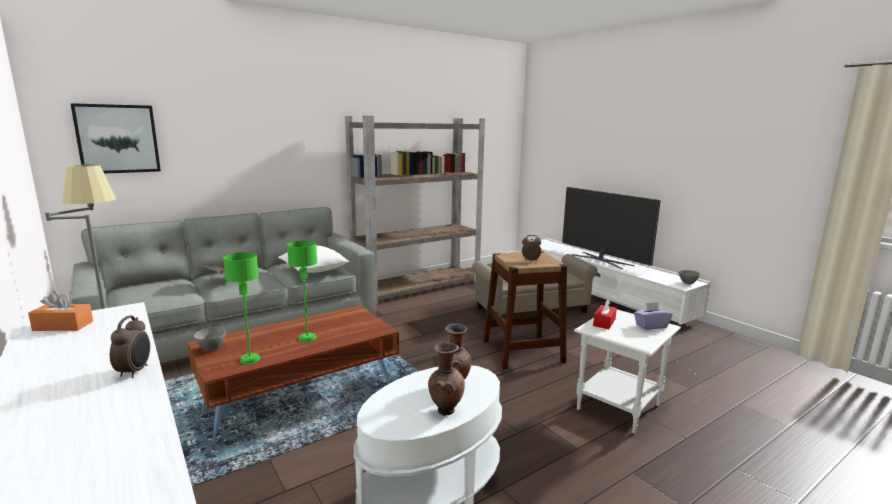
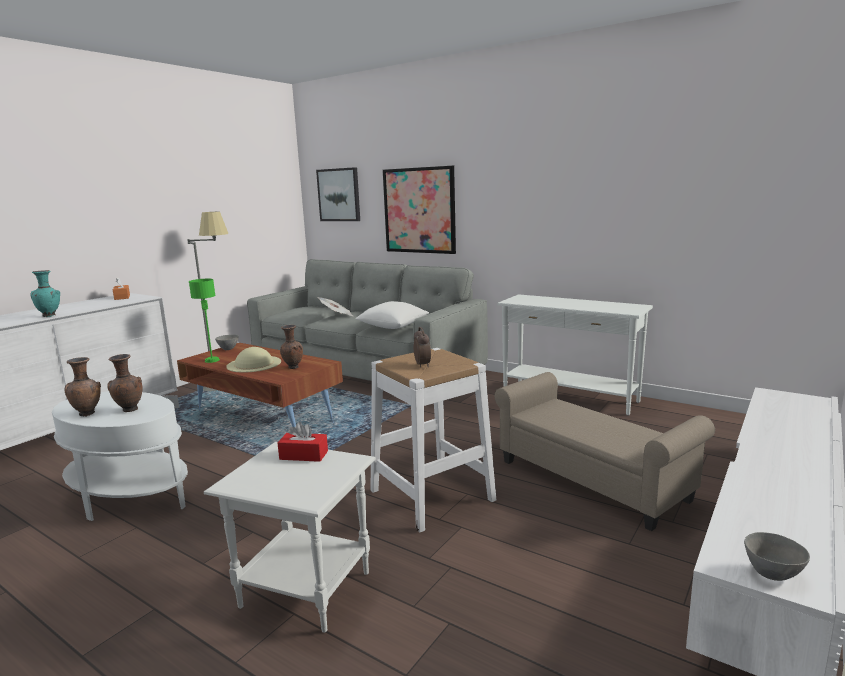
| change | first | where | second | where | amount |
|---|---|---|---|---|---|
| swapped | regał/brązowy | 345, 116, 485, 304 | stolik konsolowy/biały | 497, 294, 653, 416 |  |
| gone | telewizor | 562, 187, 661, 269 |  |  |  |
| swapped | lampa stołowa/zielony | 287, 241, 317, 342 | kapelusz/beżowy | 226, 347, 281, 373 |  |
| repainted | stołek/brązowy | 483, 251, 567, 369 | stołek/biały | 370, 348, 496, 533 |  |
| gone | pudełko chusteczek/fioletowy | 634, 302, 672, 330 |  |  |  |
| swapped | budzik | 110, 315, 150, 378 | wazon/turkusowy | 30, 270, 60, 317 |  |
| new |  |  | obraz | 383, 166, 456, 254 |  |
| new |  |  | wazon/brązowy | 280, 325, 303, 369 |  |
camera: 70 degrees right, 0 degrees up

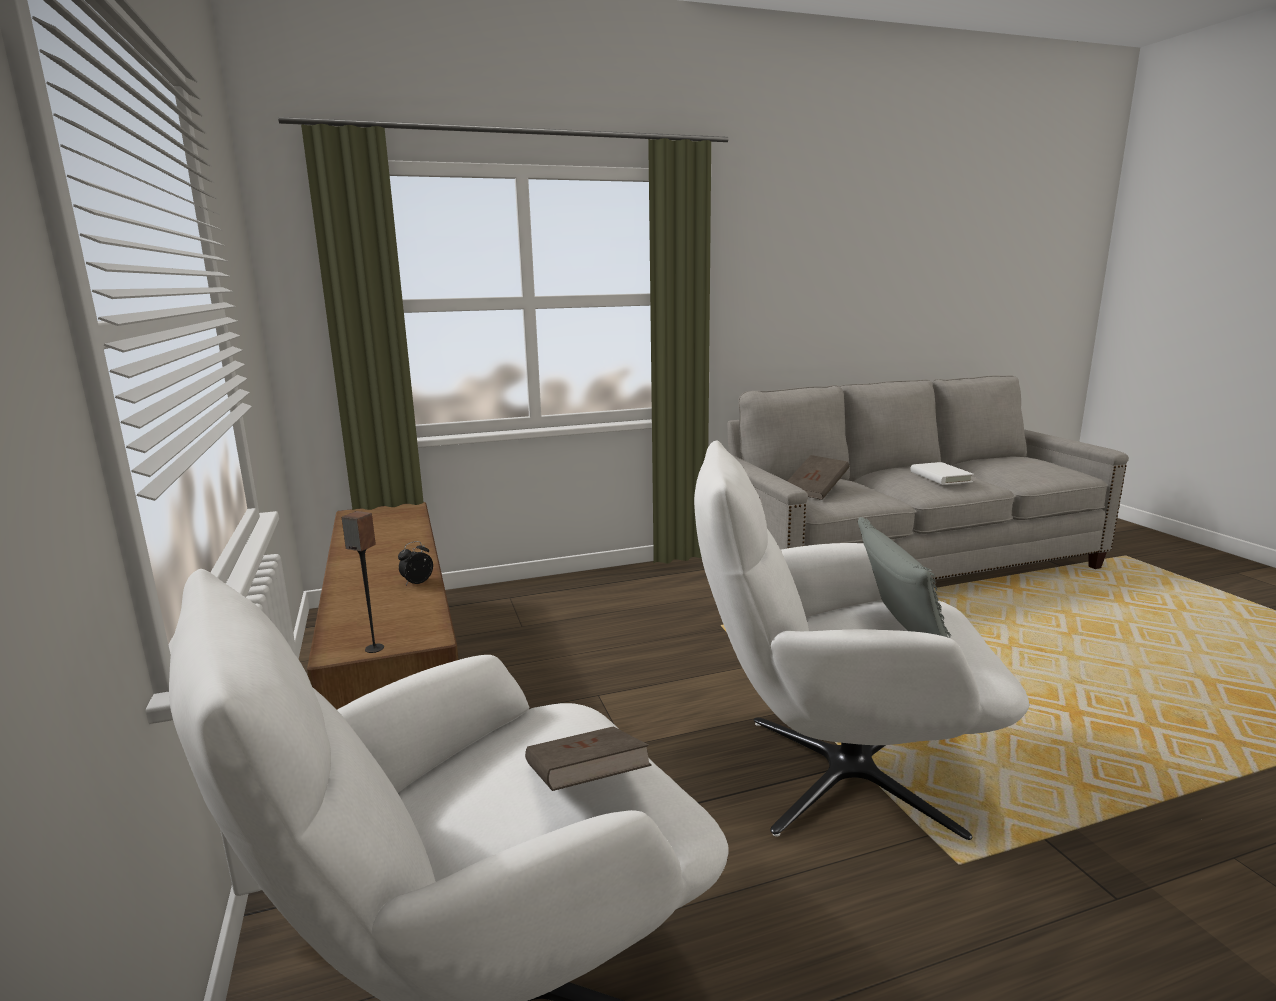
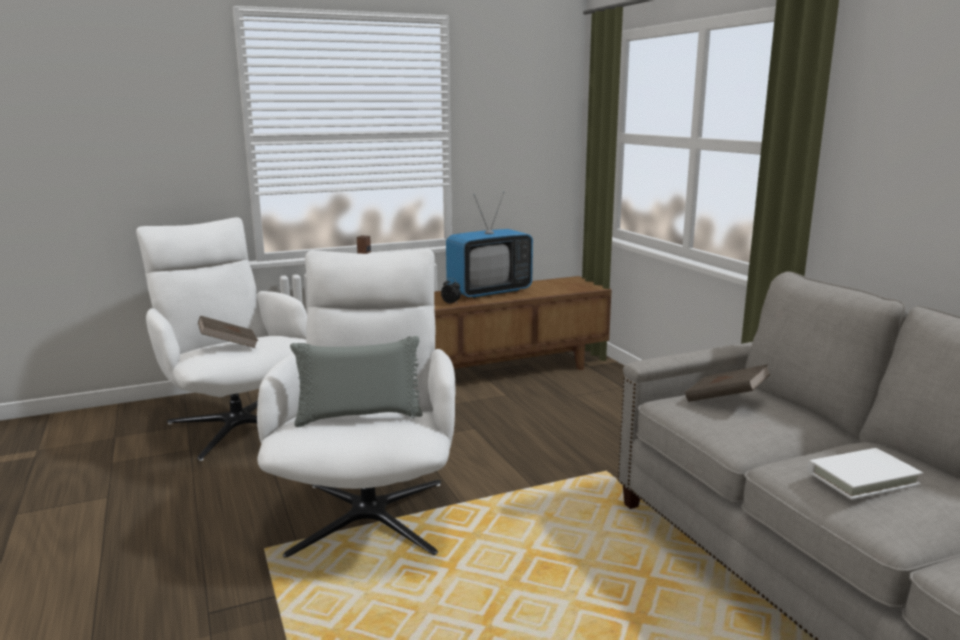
| change | first | where | second | where | amount |
|---|---|---|---|---|---|
| new |  |  | telewizor | 446, 192, 533, 298 |  |
camera: 85 degrees right, 0 degrees up

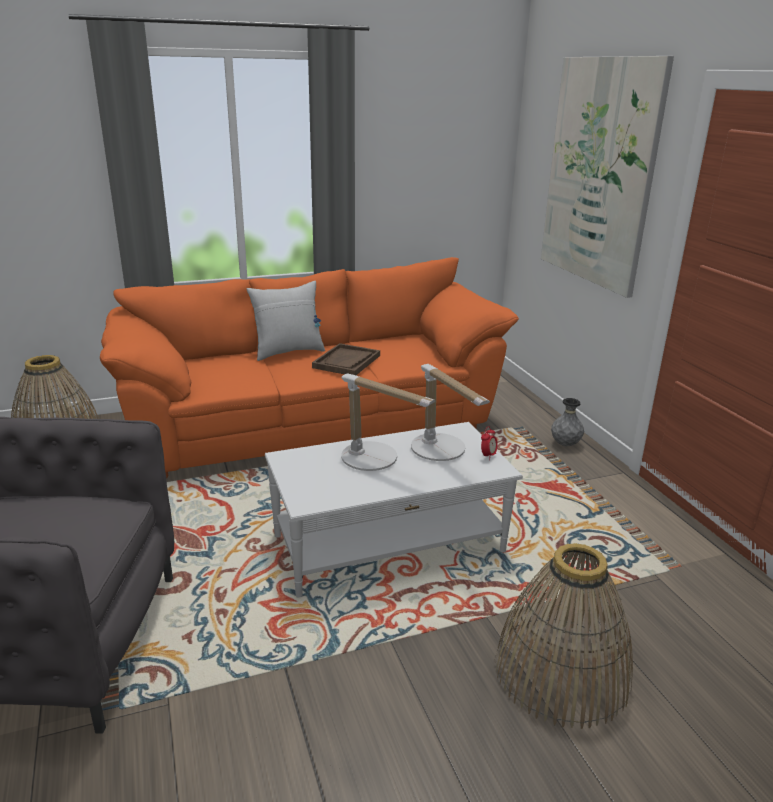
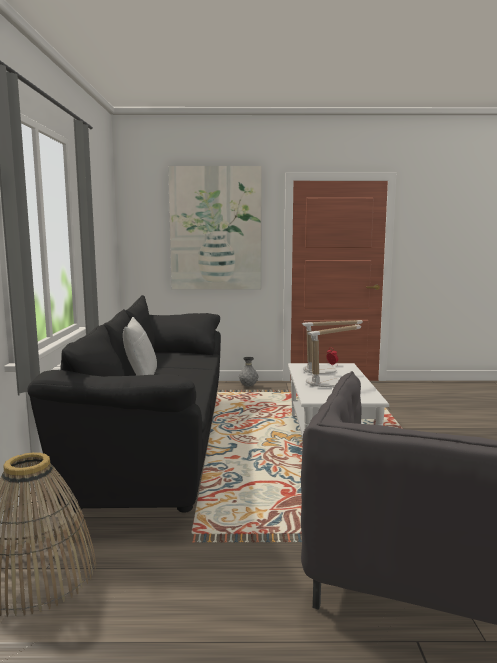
| change | first | where | second | where | amount |
|---|---|---|---|---|---|
| repainted | kanapa/pomarańczowy | 100, 257, 519, 479 | kanapa/czarny | 28, 295, 221, 513 |  |
| gone | taca/brązowy | 312, 343, 380, 375 |  |  |  |
| gone | koszyk | 496, 543, 633, 729 |  |  |  |
camera: 70 degrees left, 15 degrees down

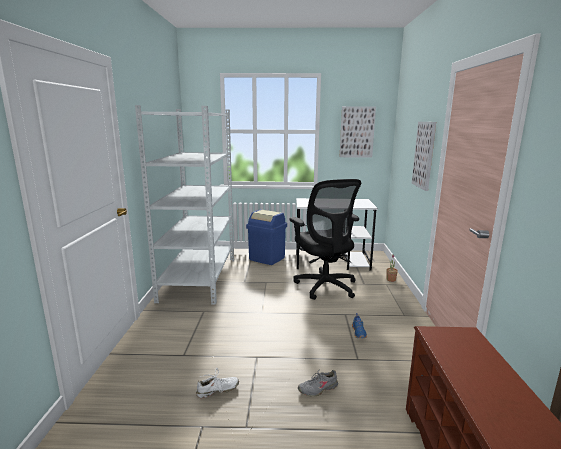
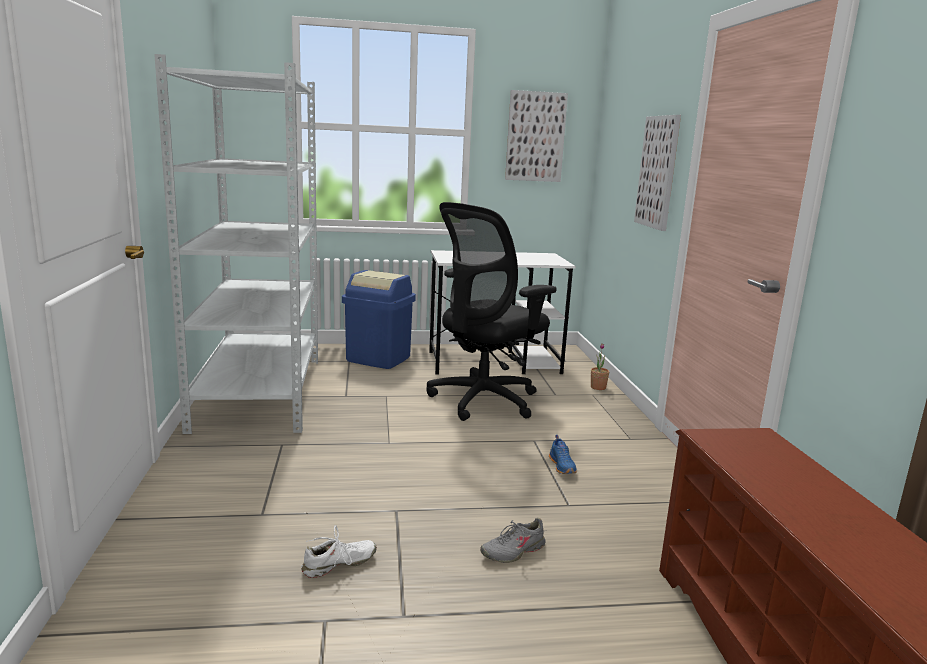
| change | first | where | second | where | amount |
|---|---|---|---|---|---|
| rotated | krzesło biurowe/czarny | 289, 179, 361, 300 |  | 427, 202, 557, 421 | 75 degrees clockwise |
camera: 10 degrees left, 0 degrees up

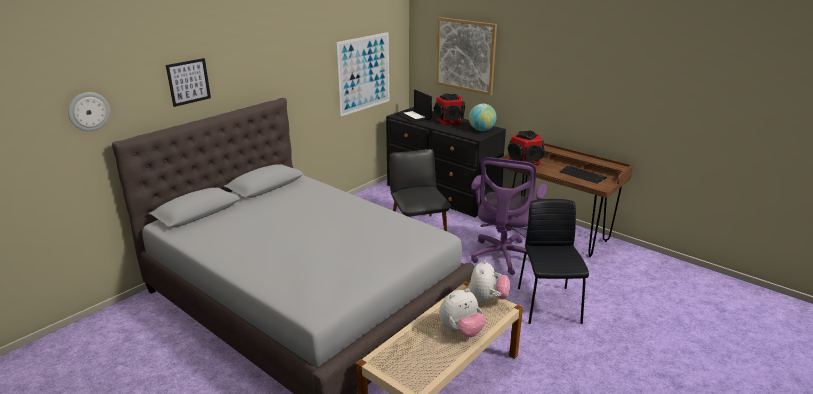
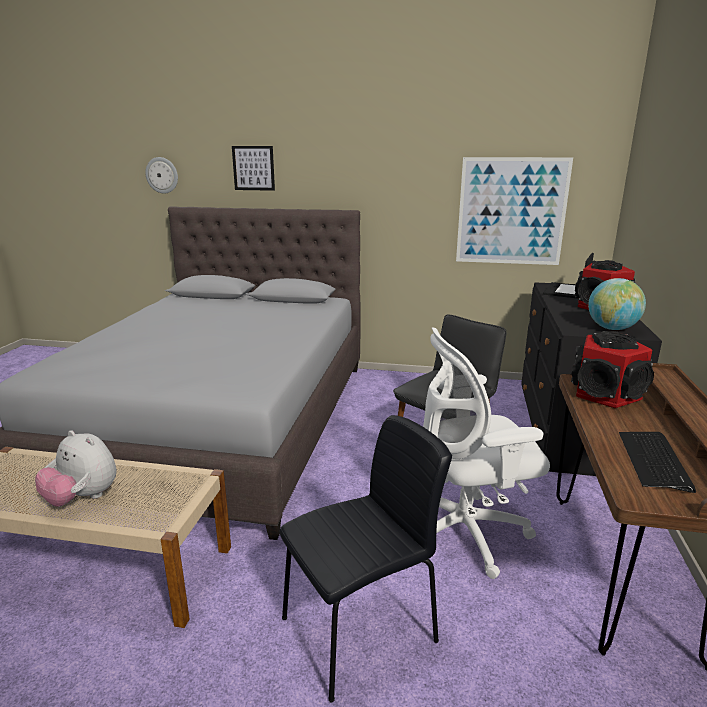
| change | first | where | second | where | amount |
|---|---|---|---|---|---|
| gone | obraz | 436, 17, 497, 95 |  |  |  |
| repainted | krzesło biurowe/fioletowy | 471, 157, 547, 275 | krzesło biurowe/biały | 423, 327, 550, 579 |  |
| gone | pluszak | 469, 260, 510, 304 |  |  |  |
camera: 60 degrees right, 5 degrees down

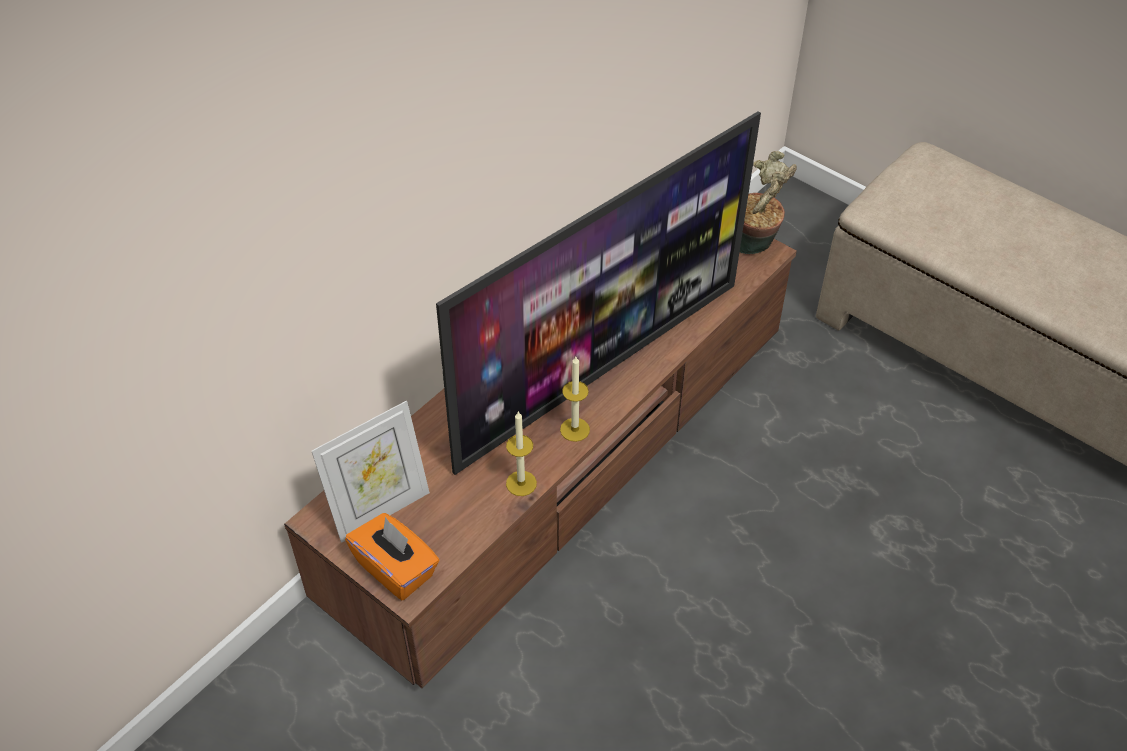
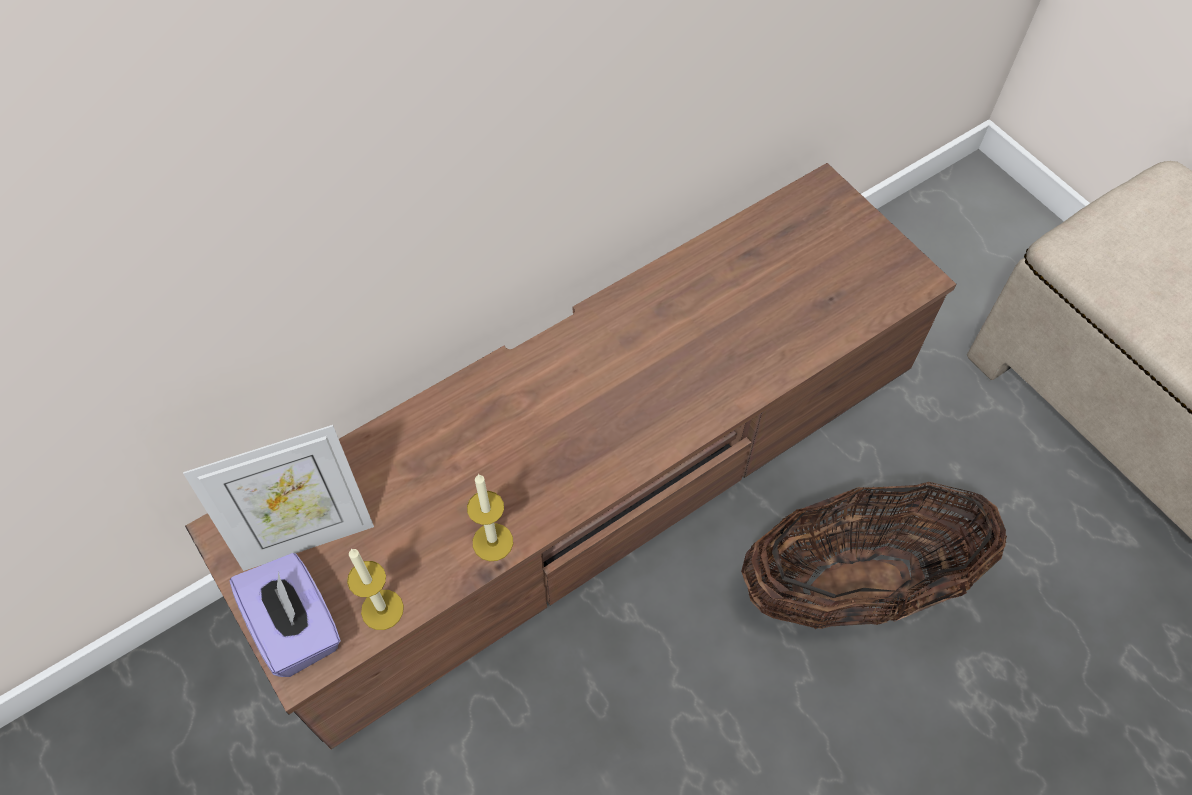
| change | first | where | second | where | amount |
|---|---|---|---|---|---|
| gone | telewizor | 436, 111, 761, 475 |  |  |  |
| gone | roślina doniczkowa | 740, 151, 797, 254 |  |  |  |
| shifted | świeca | 560, 357, 590, 442 |  | 347, 549, 404, 630 |  |
| repainted | pudełko chusteczek/pomarańczowy | 345, 513, 439, 601 | pudełko chusteczek/fioletowy | 230, 553, 341, 677 |  |
| new |  |  | koszyk | 741, 482, 1007, 629 |  |
camera: 15 degrees right, 10 degrees up

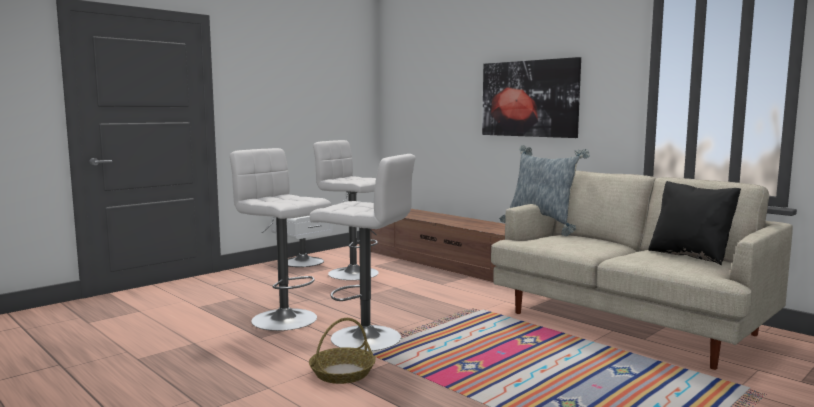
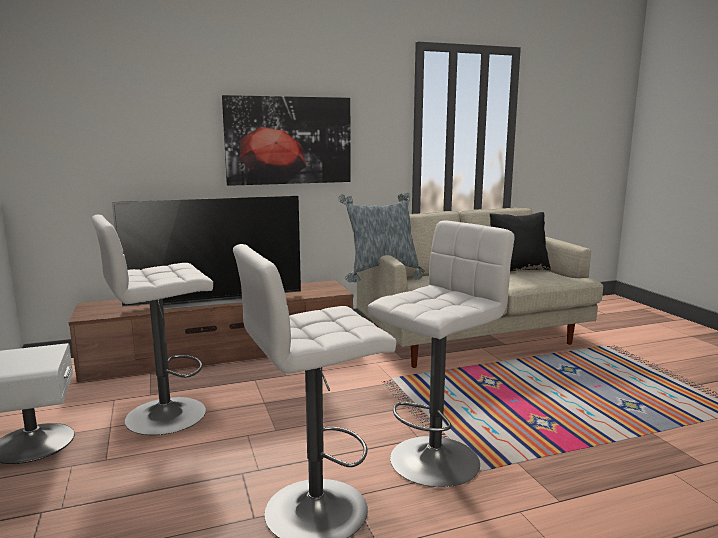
| change | first | where | second | where | amount |
|---|---|---|---|---|---|
| gone | koszyk | 309, 318, 376, 384 |  |  |  |
| new |  |  | telewizor | 112, 196, 301, 309 |  |
camera: 65 degrees left, 5 degrees up

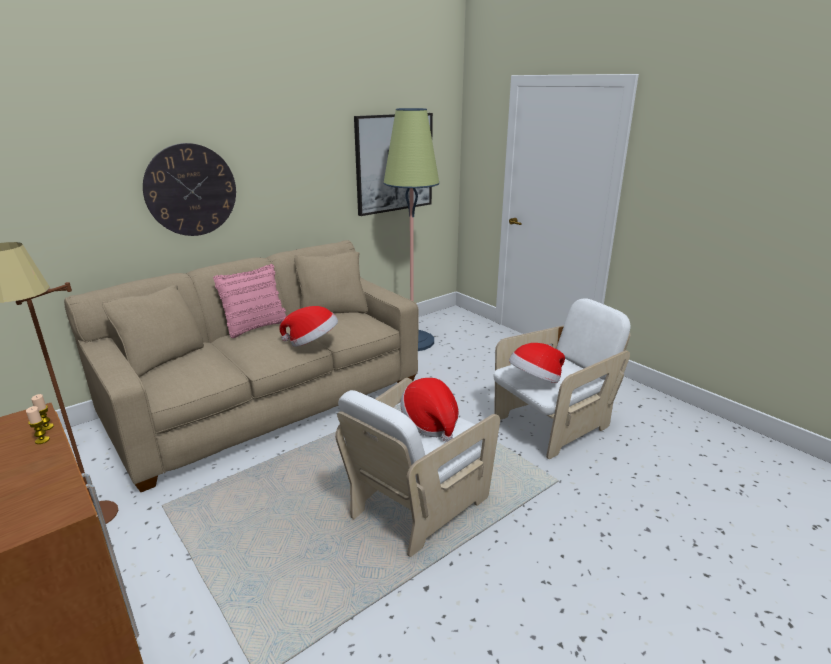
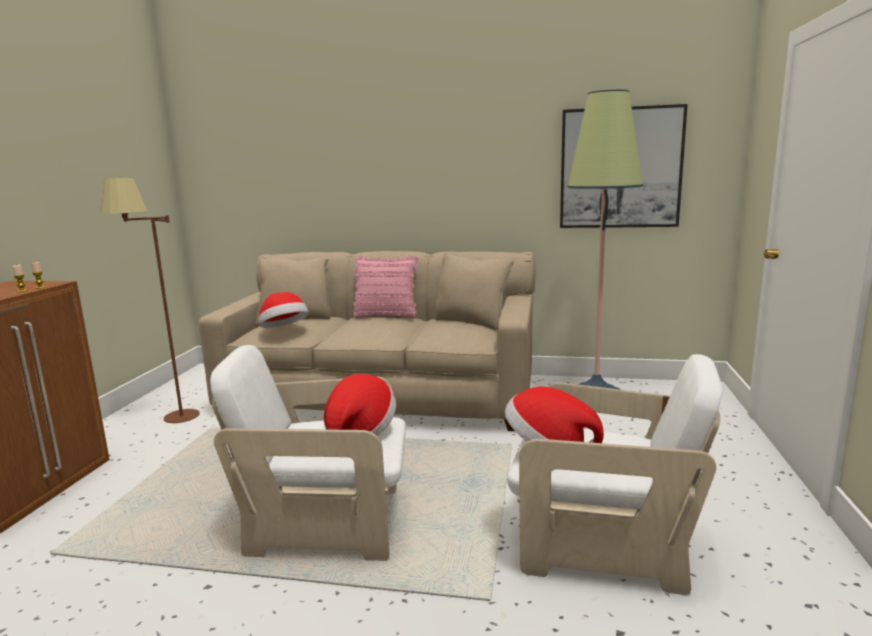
| change | first | where | second | where | amount |
|---|---|---|---|---|---|
| gone | zegar ścienny | 143, 143, 236, 236 |  |  |  |
| shifted | kapelusz | 279, 306, 338, 347 |  | 258, 292, 309, 328 |  |
camera: 50 degrees right, 10 degrees down

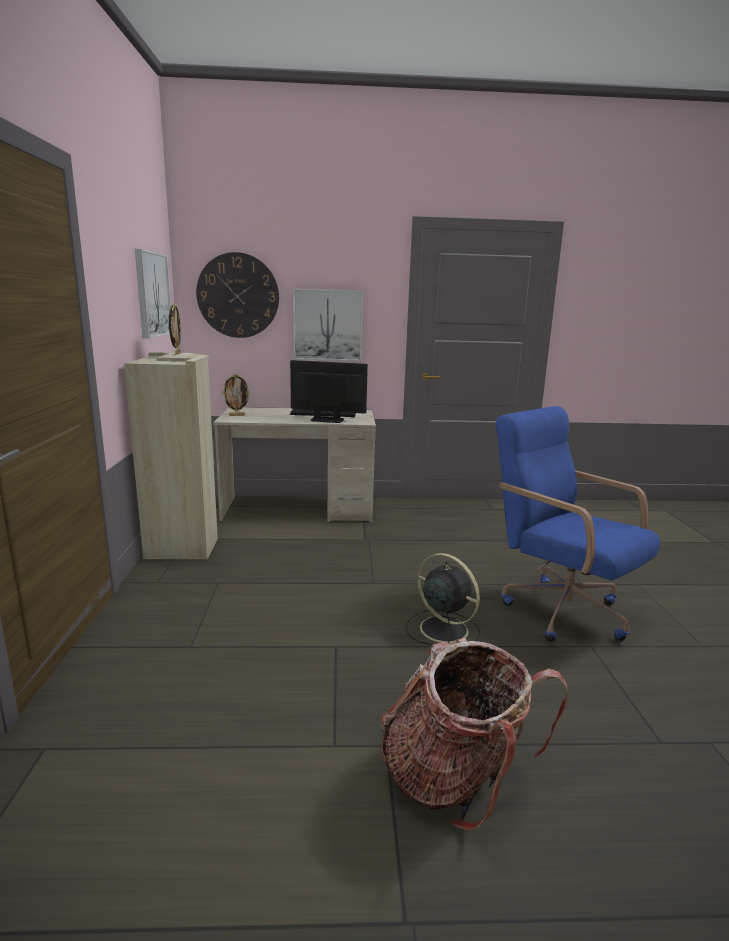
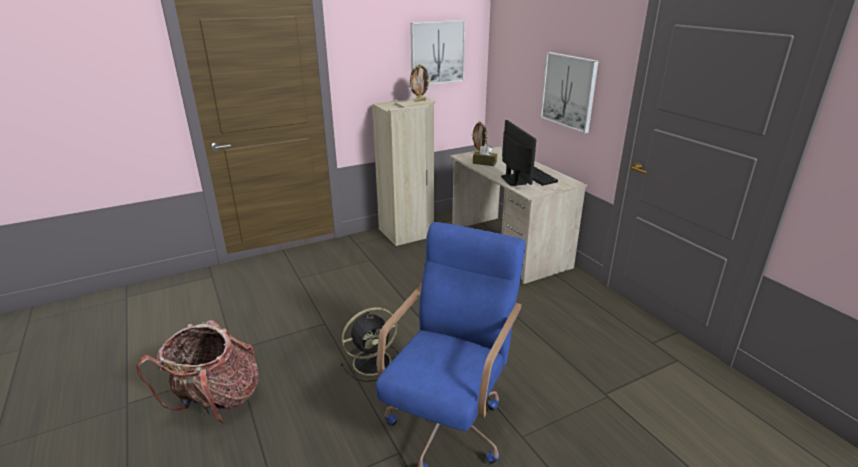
| change | first | where | second | where | amount |
|---|---|---|---|---|---|
| gone | zegar ścienny | 196, 252, 279, 338 |  |  |  |
| rotated | wentylator/czarny | 406, 553, 480, 645 |  | 340, 307, 399, 382 | 45 degrees clockwise |
| new |  |  | pudełko chusteczek/brązowy | 473, 145, 497, 166 |  |
camera: 65 degrees right, 10 degrees up

